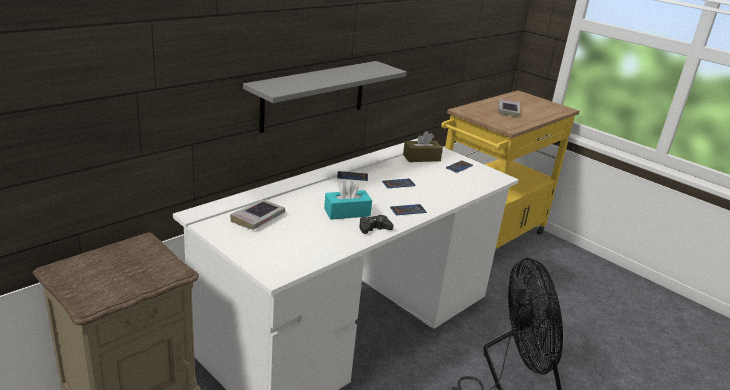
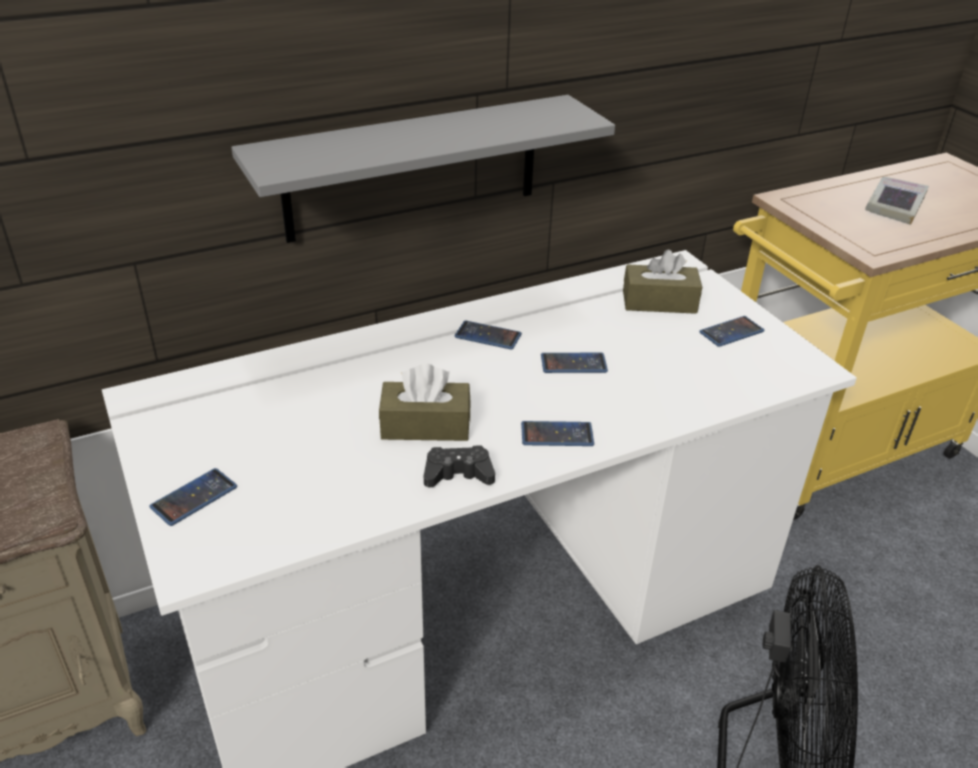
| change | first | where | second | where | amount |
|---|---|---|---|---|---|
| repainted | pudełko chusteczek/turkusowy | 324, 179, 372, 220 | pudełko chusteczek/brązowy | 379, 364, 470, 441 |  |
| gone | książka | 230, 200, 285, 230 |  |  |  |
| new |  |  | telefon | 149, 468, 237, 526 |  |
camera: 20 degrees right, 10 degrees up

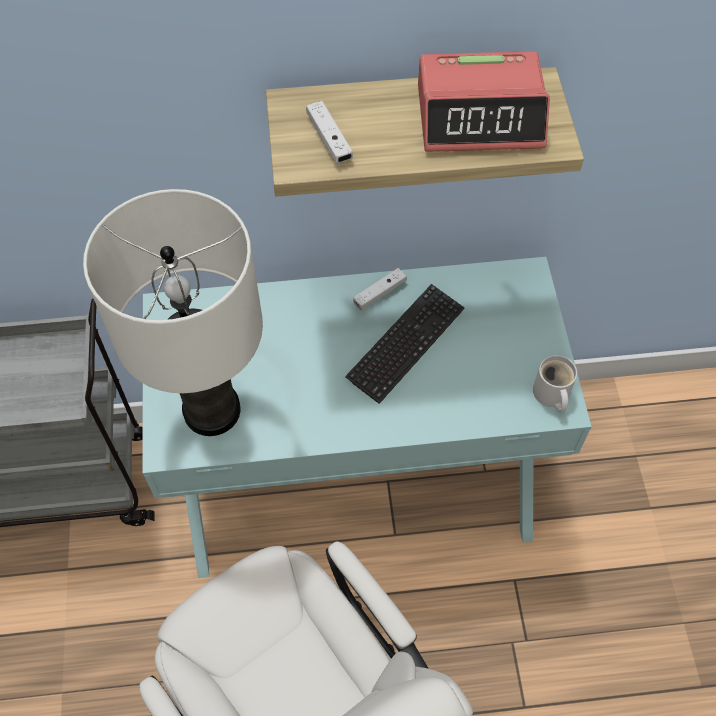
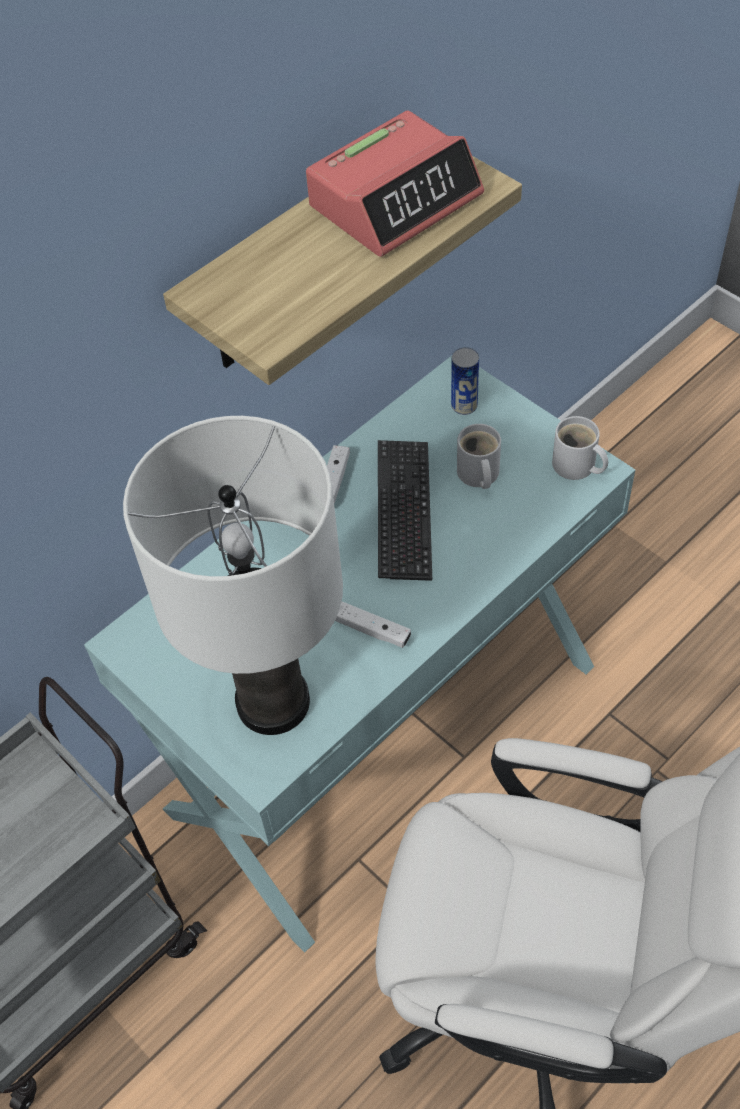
| change | first | where | second | where | amount |
|---|---|---|---|---|---|
| shifted | pad do gier/biały | 306, 101, 353, 163 |  | 335, 602, 411, 648 |  |
| new |  |  | puszka | 451, 347, 479, 415 |  |
| new |  |  | kubek/biały | 457, 424, 501, 489 |  |
camera: 35 degrees left, 5 degrees down

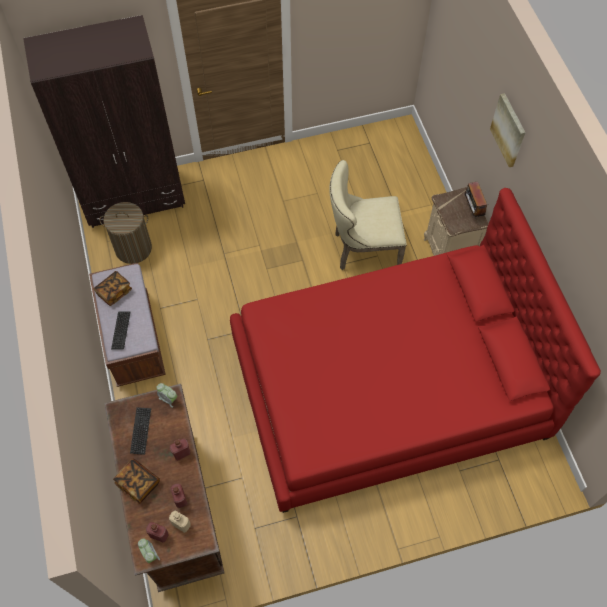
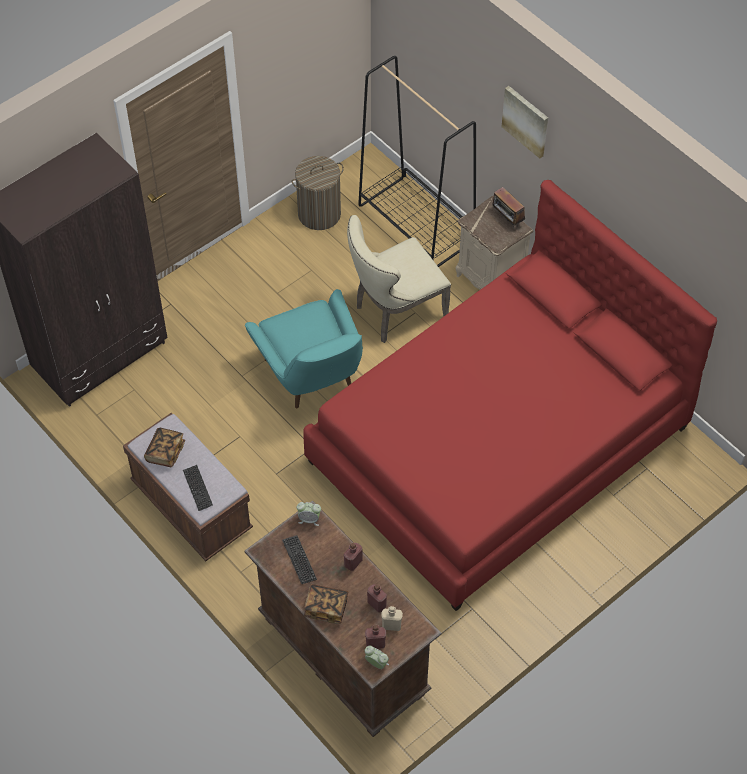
| change | first | where | second | where | amount |
|---|---|---|---|---|---|
| shifted | kosz na pranie | 99, 202, 152, 264 |  | 291, 156, 344, 230 |  |
| new |  |  | wieszak/czarny | 358, 56, 476, 267 |  |
| new |  |  | fotel/turkusowy | 245, 289, 363, 409 |  |
camera: 25 degrees left, 5 degrees down

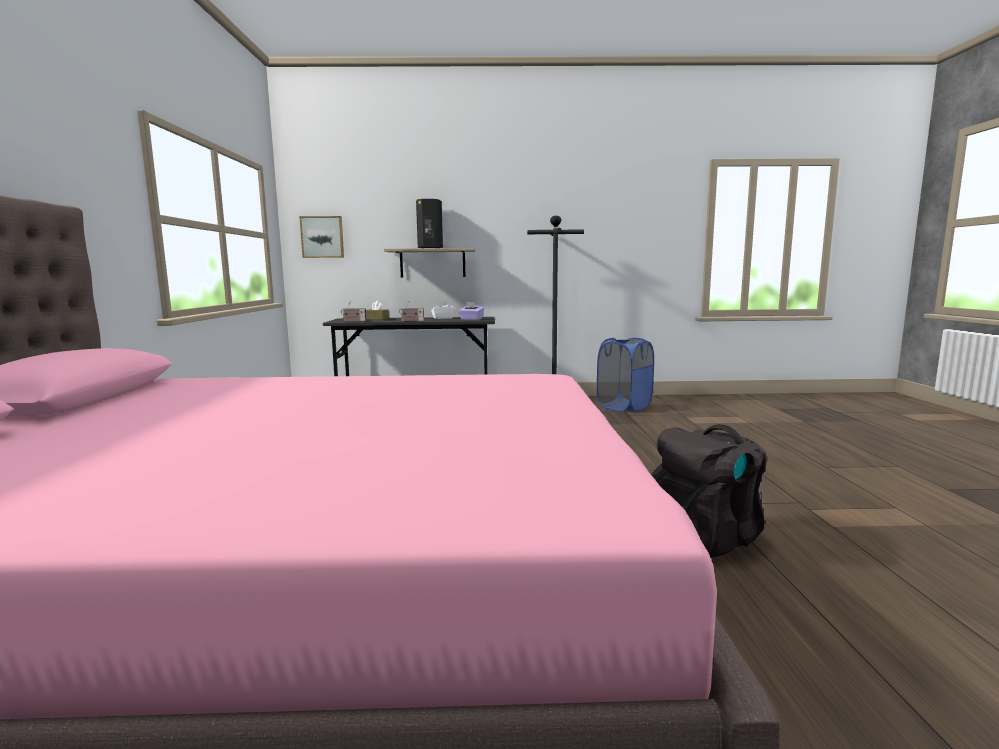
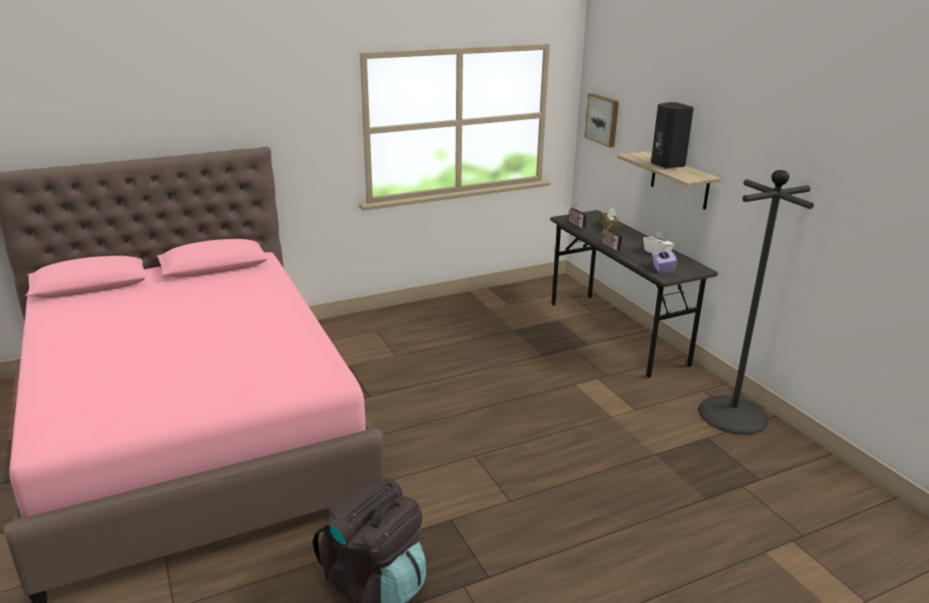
| change | first | where | second | where | amount |
|---|---|---|---|---|---|
| gone | kosz na pranie/niebieski | 597, 338, 654, 412 |  |  |  |
camera: 65 degrees right, 15 degrees up

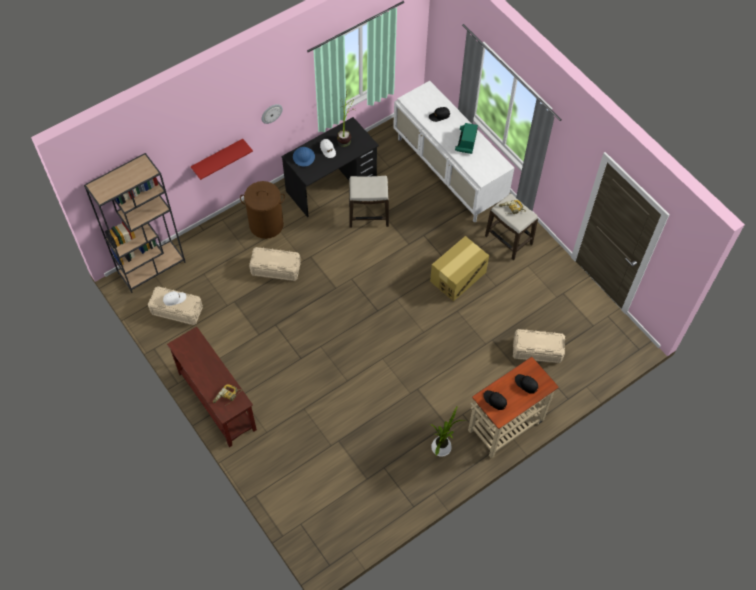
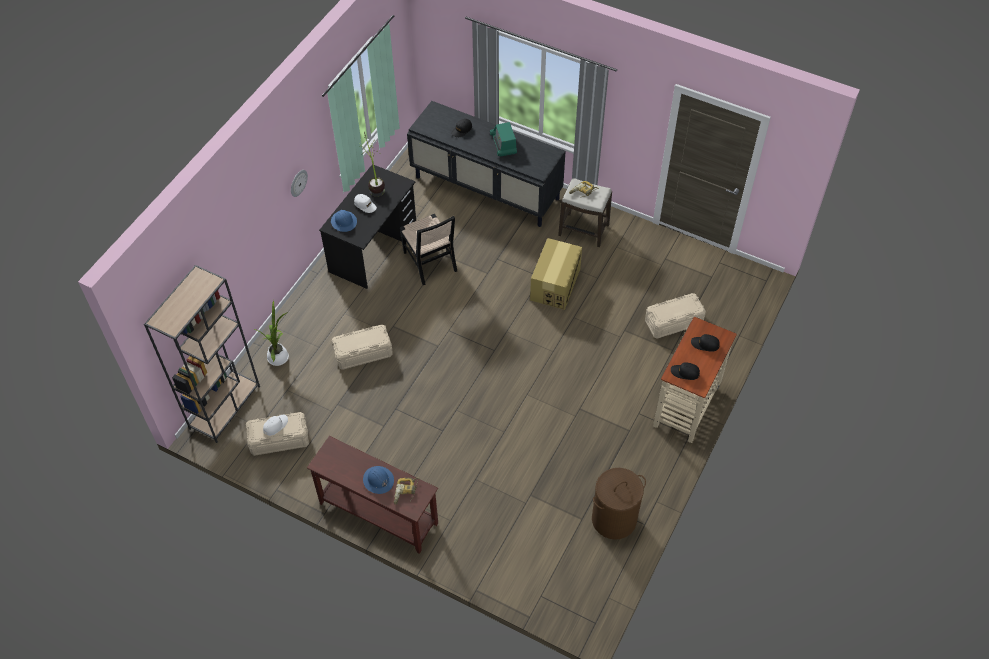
| change | first | where | second | where | amount |
|---|---|---|---|---|---|
| repainted | szafka/biały | 393, 81, 514, 222 | szafka/czarny | 407, 101, 565, 227 |  |
| gone | półka/czerwony | 191, 139, 253, 180 |  |  |  |
| swapped | stołek | 349, 176, 389, 227 | krzesło | 400, 214, 457, 285 |  |
| shifted | kosz na pranie/brązowy | 240, 181, 285, 239 |  | 592, 468, 646, 540 |  |
| shifted | roślina doniczkowa | 430, 405, 464, 457 |  | 254, 300, 289, 366 |  |
| new |  |  | kask/niebieski | 363, 466, 394, 494 |  |
camera: 25 degrees left, 5 degrees down

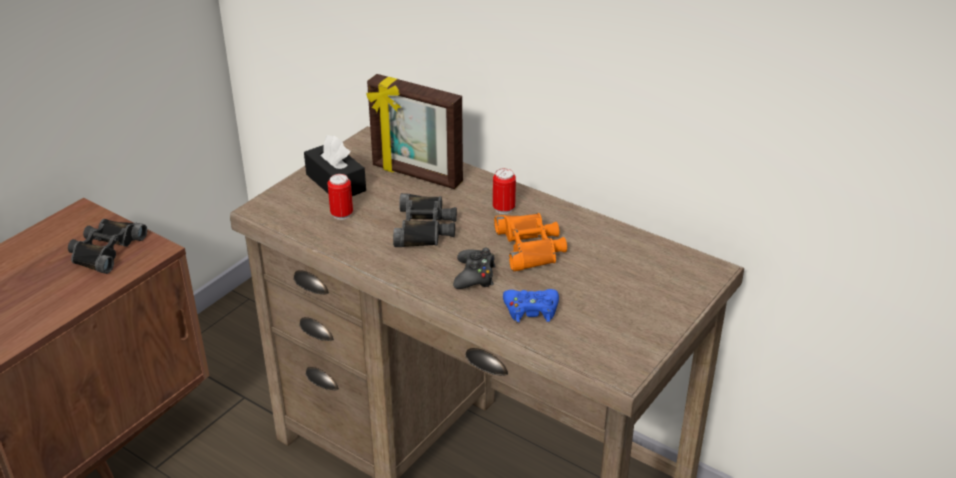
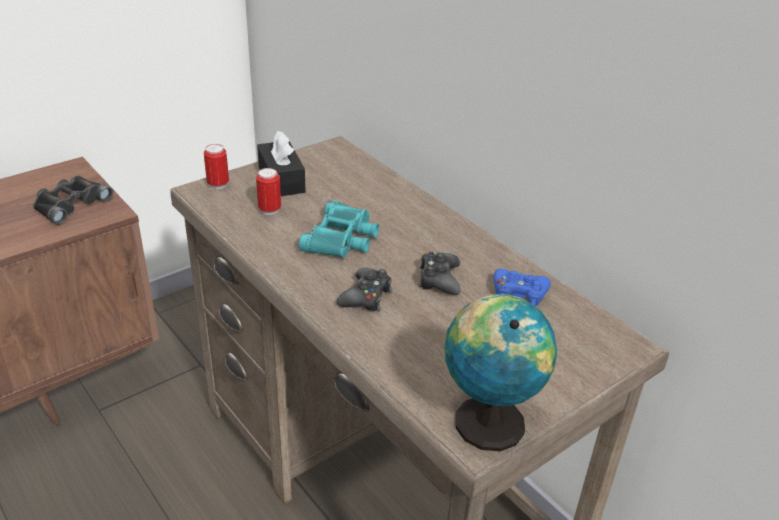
| change | first | where | second | where | amount |
|---|---|---|---|---|---|
| gone | ramka na zdjęcie | 366, 74, 463, 189 |  |  |  |
| shifted | puszka | 493, 168, 516, 214 |  | 204, 144, 229, 189 |  |
| repainted | lornetka/czarny | 393, 193, 457, 247 | lornetka/turkusowy | 299, 200, 379, 258 |  |
| swapped | lornetka/pomarańczowy | 494, 213, 567, 272 | pad do gier/czarny | 418, 252, 461, 295 |  |
| shifted | pad do gier/niebieski | 503, 289, 559, 322 |  | 493, 269, 551, 306 |  |
| new |  |  | globus | 444, 294, 557, 451 |  |
camera: 15 degrees right, 0 degrees up

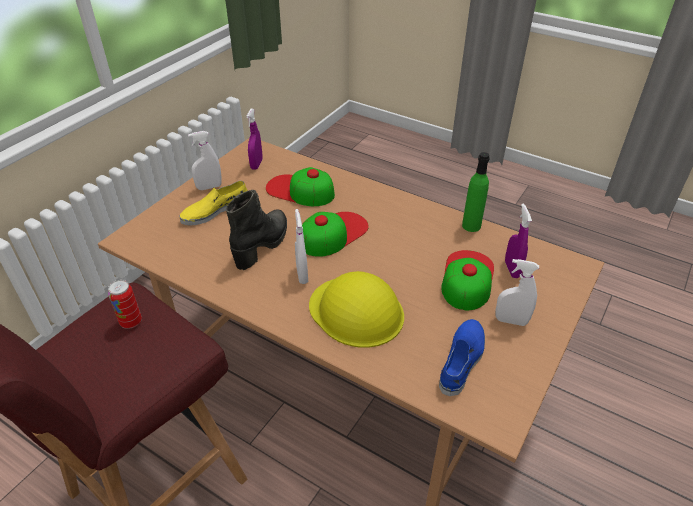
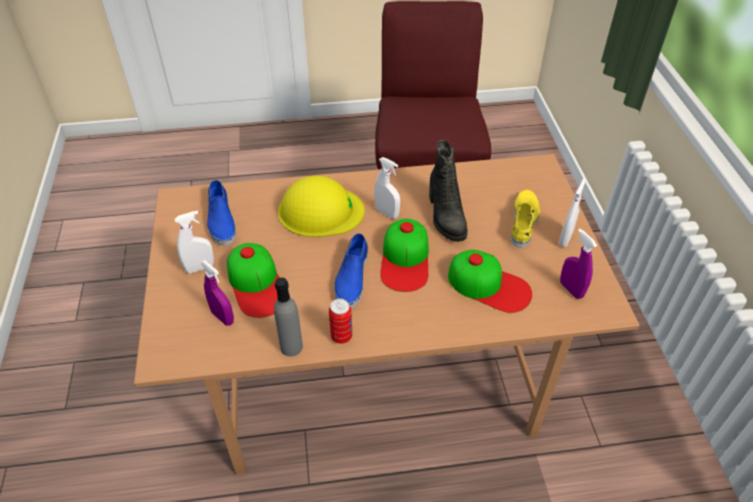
| change | first | where | second | where | amount |
|---|---|---|---|---|---|
| repainted | butelka/zielony | 462, 152, 490, 232 | butelka/szary | 274, 278, 303, 357 |  |
| rotated | czapka z daszkiem | 266, 167, 335, 206 |  | 448, 250, 532, 313 | 45 degrees clockwise |
| shifted | puszka | 108, 280, 142, 329 |  | 329, 299, 352, 344 |  |
| new |  |  | but/niebieski | 335, 233, 368, 308 |  |
camera: 140 degrees right, 5 degrees up

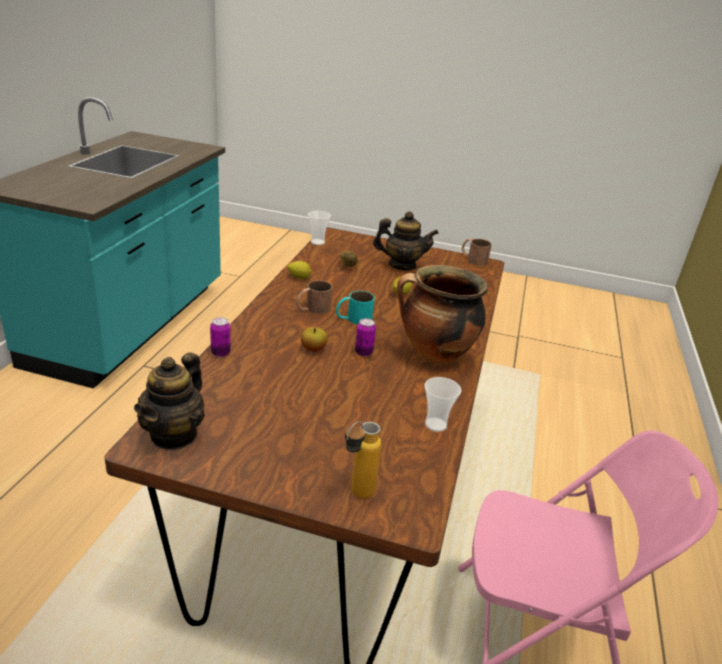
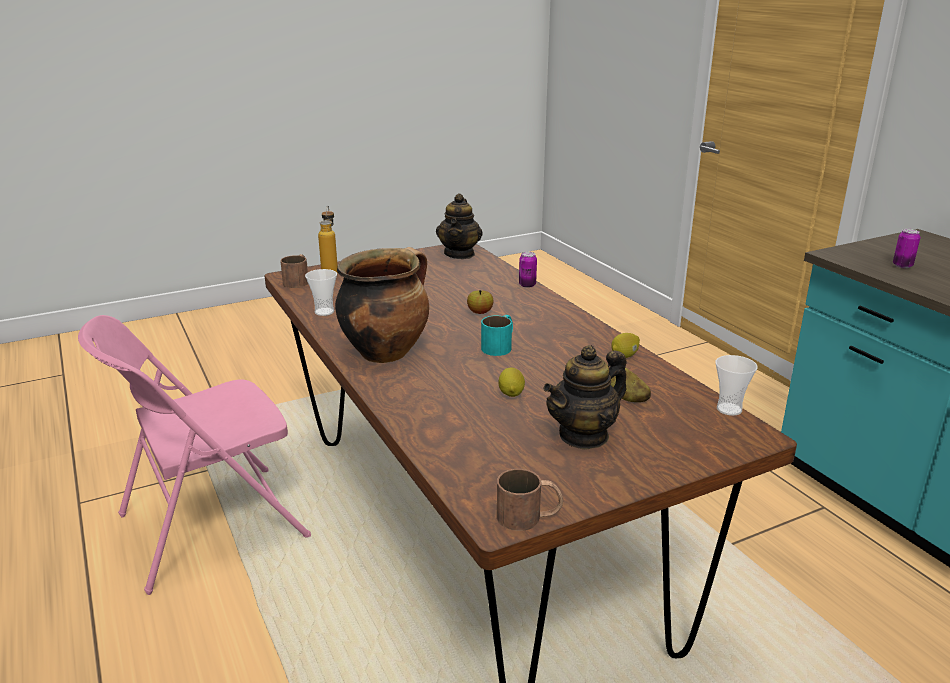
| change | first | where | second | where | amount |
|---|---|---|---|---|---|
| shifted | kubek/brązowy | 296, 280, 332, 314 |  | 280, 254, 308, 288 |  |
| shifted | puszka | 355, 318, 376, 356 |  | 893, 229, 920, 268 |  |
| rotated | imbryk | 134, 352, 205, 450 |  | 436, 193, 483, 259 | 150 degrees counterclockwise |
camera: 140 degrees right, 5 degrees down

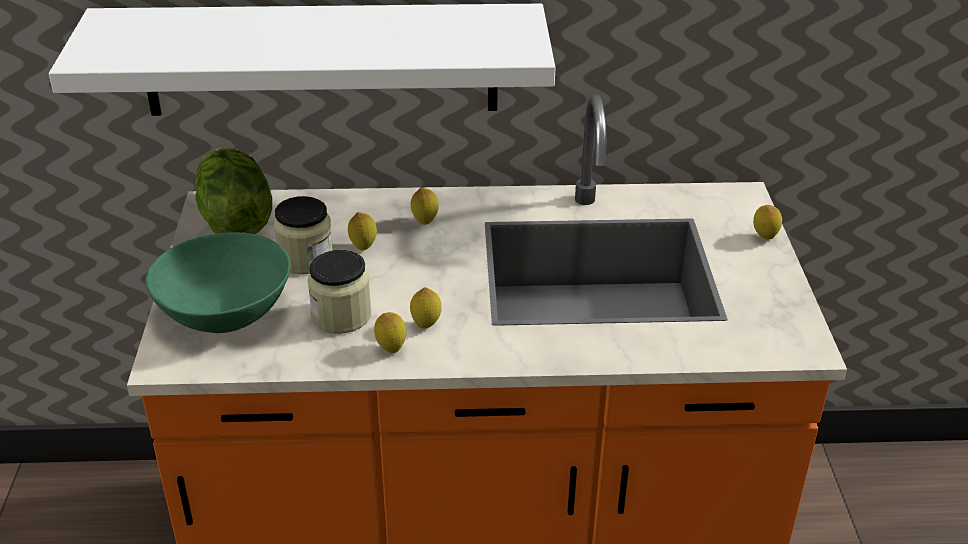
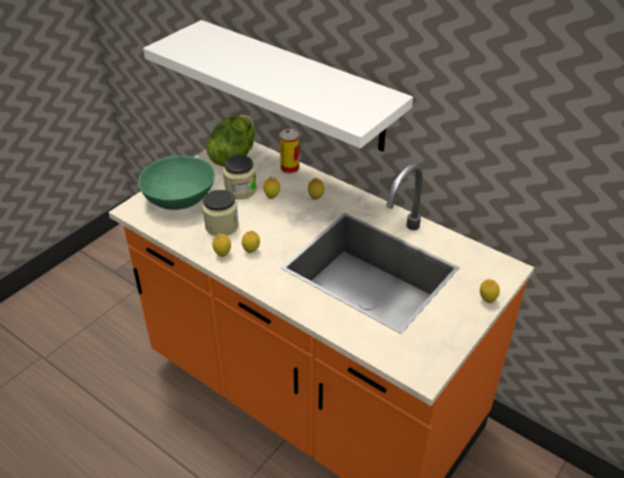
| change | first | where | second | where | amount |
|---|---|---|---|---|---|
| new |  |  | puszka | 280, 129, 299, 174 |  |
camera: 40 degrees right, 5 degrees up

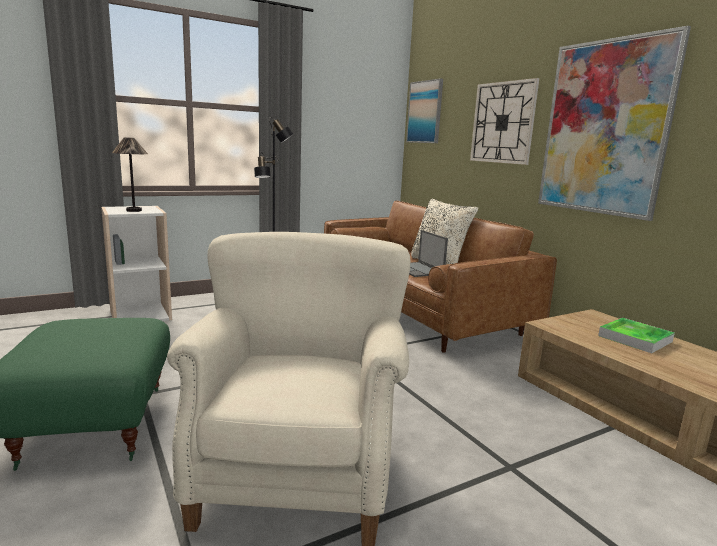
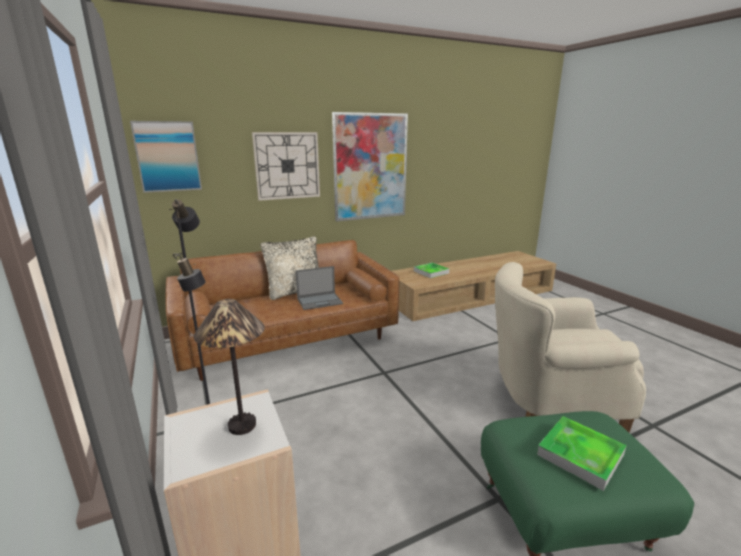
| change | first | where | second | where | amount |
|---|---|---|---|---|---|
| new |  |  | taca | 537, 416, 627, 491 |  |
camera: 85 degrees left, 5 degrees up

